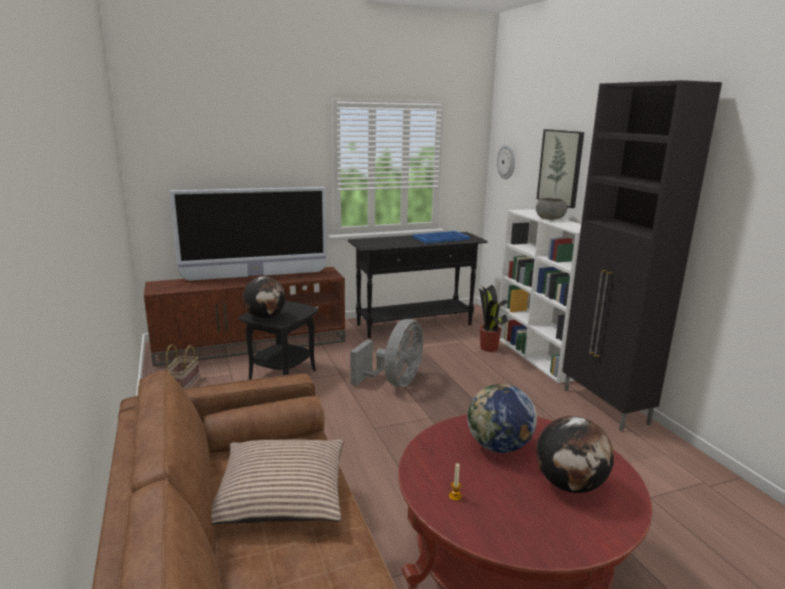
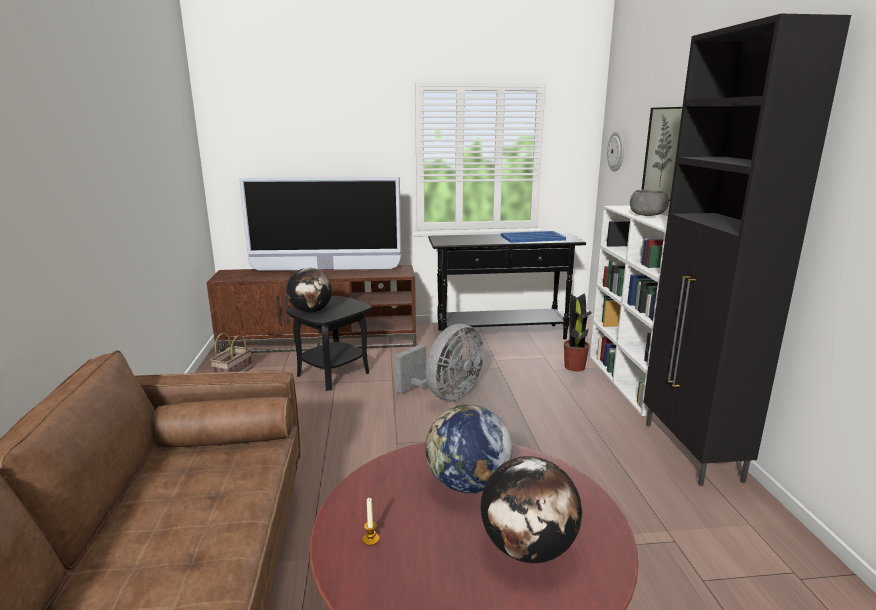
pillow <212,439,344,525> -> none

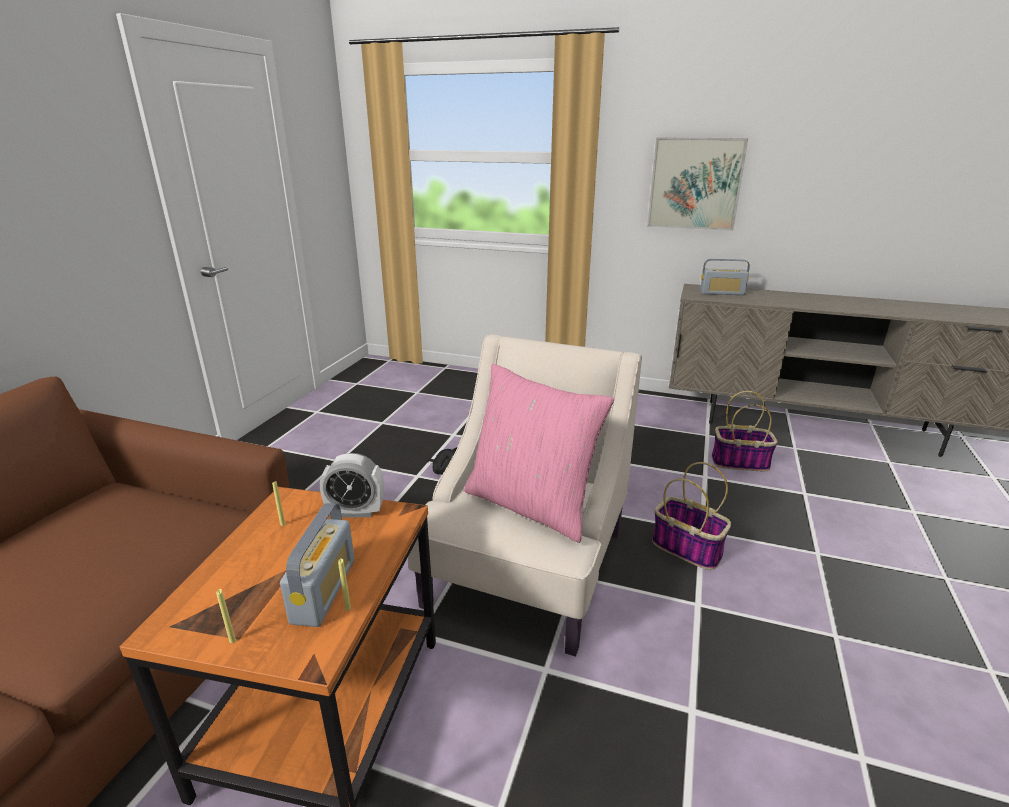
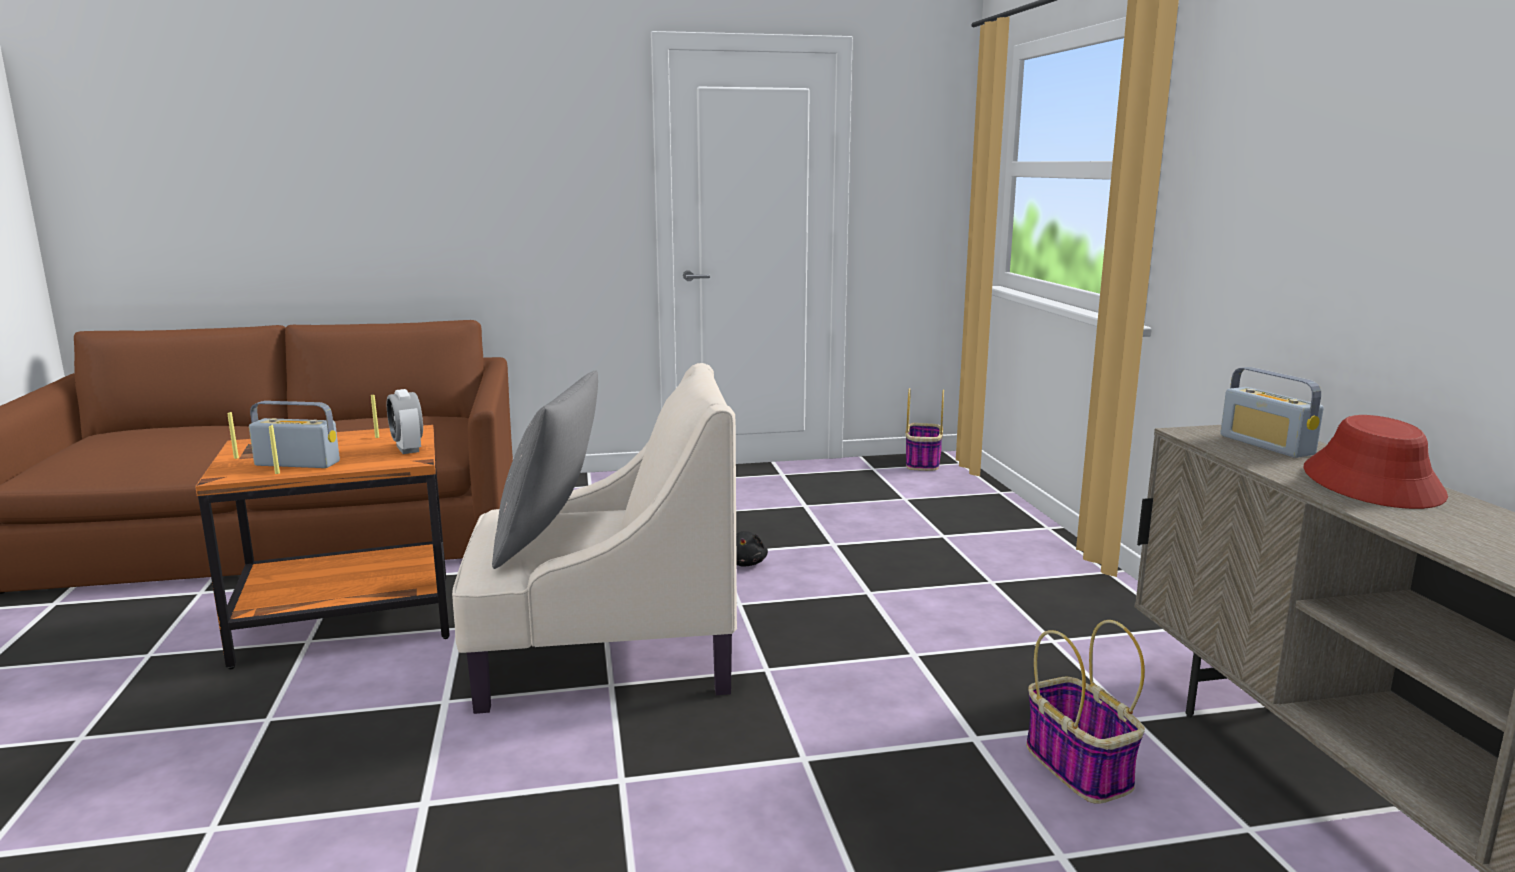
picture <647,138,748,231> -> none
pink_pillow <464,364,614,543> -> grey_pillow <492,370,598,569>
basket <652,462,731,570> -> basket <905,388,944,471>, move
radio <280,503,355,627> -> radio <249,401,340,468>, 150 degrees counterclockwise
none -> red_hat <1303,415,1448,509>

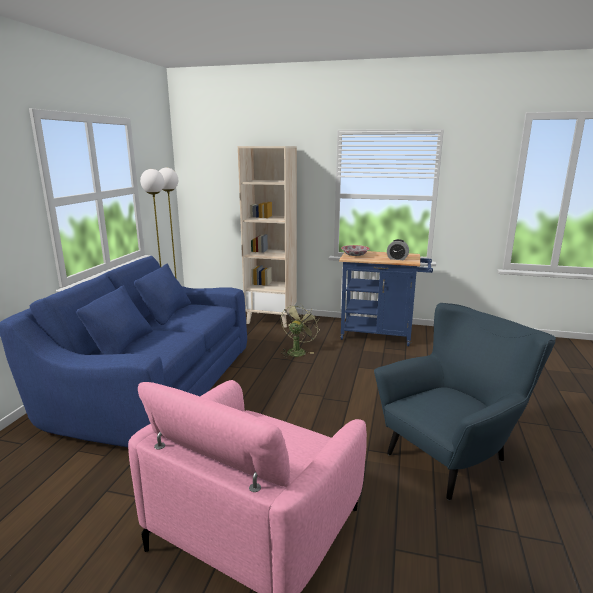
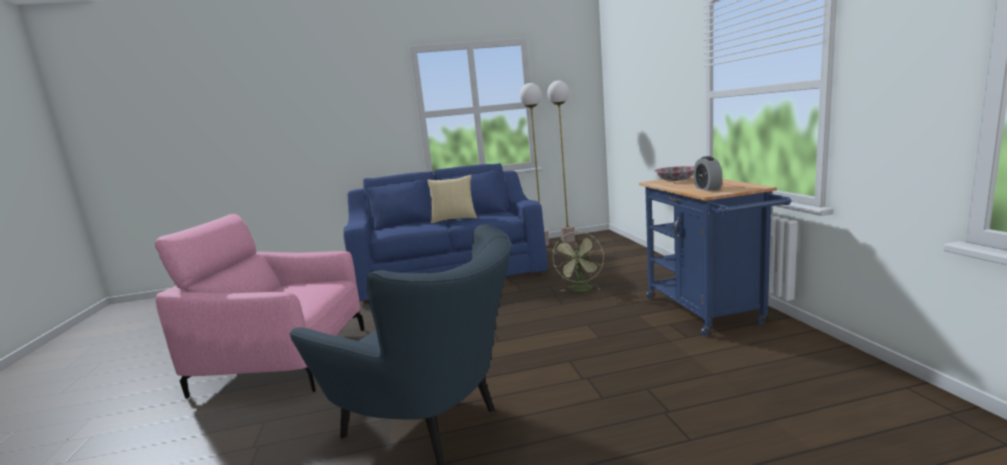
beige_bookcase <238,146,297,328> -> none
green_fan <281,303,320,358> -> green_fan <552,231,604,292>, 105 degrees clockwise
none -> pillow <427,175,477,224>

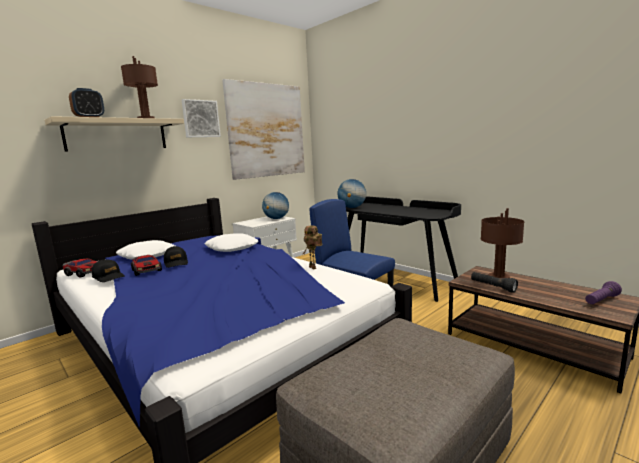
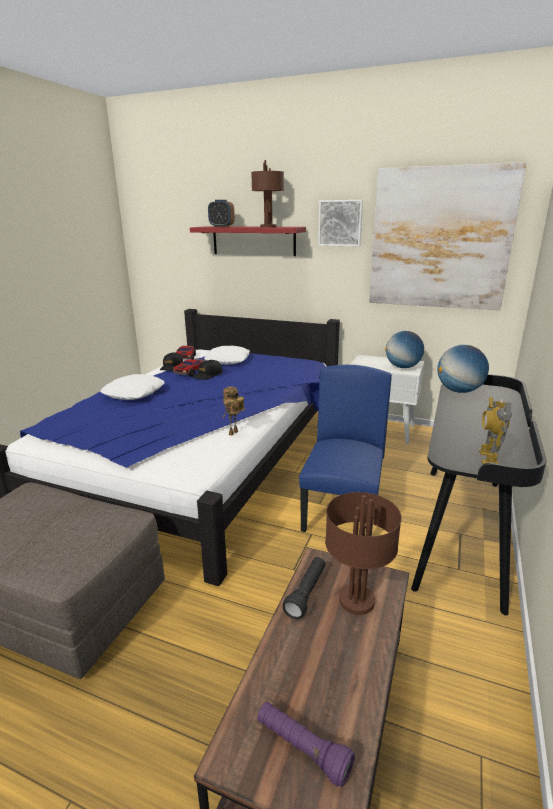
beige_shelf <45,116,184,152> -> red_shelf <190,226,306,256>
white_pillow <205,233,258,252> -> white_pillow <100,374,164,400>, move
none -> toy_robot <479,397,512,464>

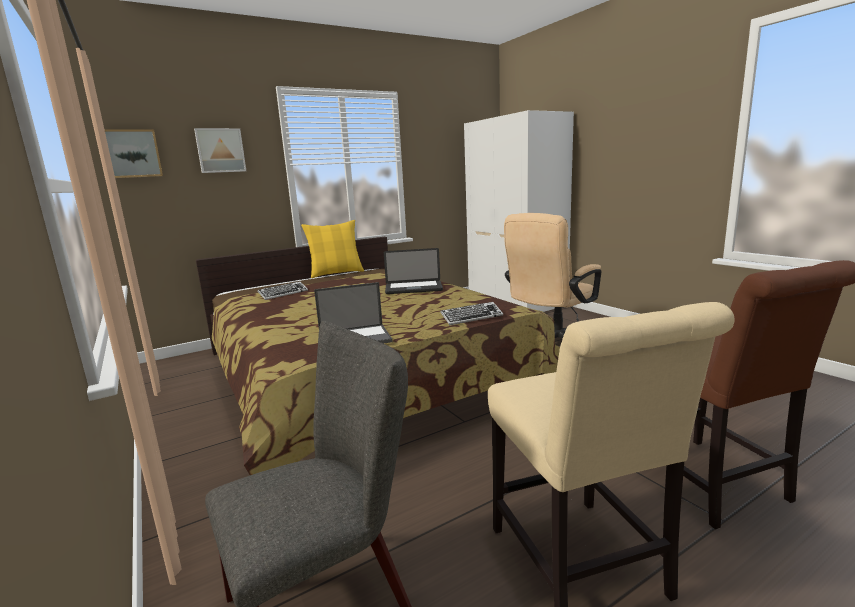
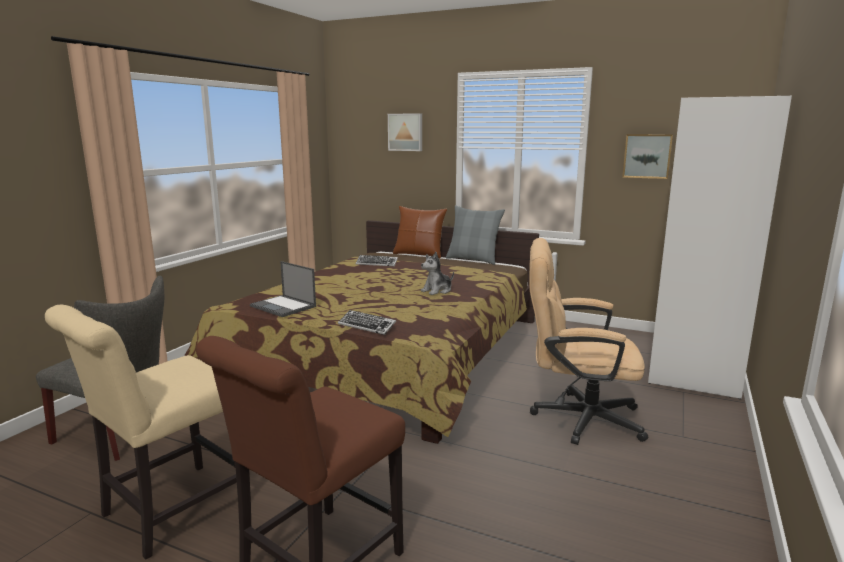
picture <104,129,163,178> -> picture <623,134,673,179>, move
yellow_pillow <301,220,364,278> -> grey_pillow <446,206,505,265>
laptop <384,248,443,294> -> plush_toy <421,252,454,295>
none -> brown_pillow <393,206,447,258>

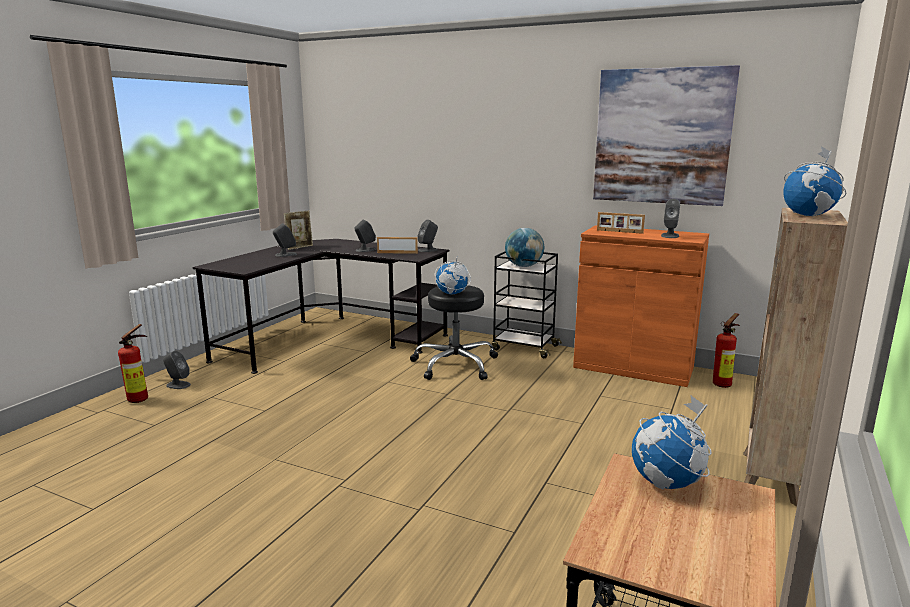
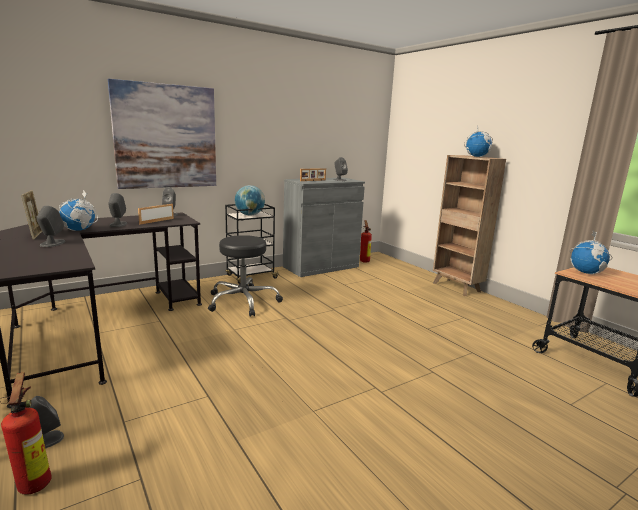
picture <593,65,740,206> -> picture <108,79,216,189>, move
orange_cabinet <573,225,709,387> -> grey_cabinet <283,178,365,277>
globe <435,258,471,294> -> globe <59,190,98,231>, move

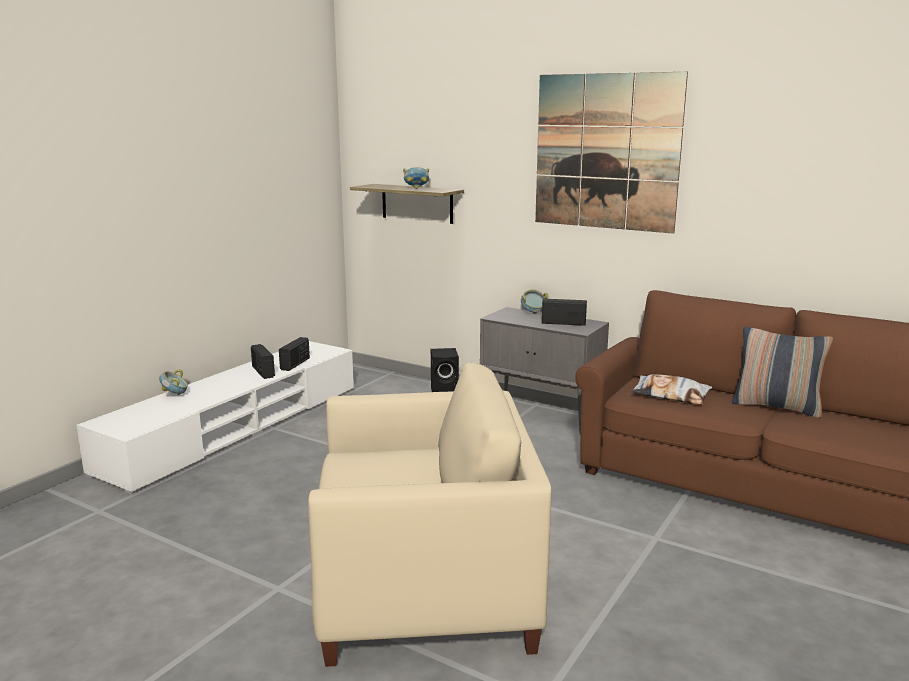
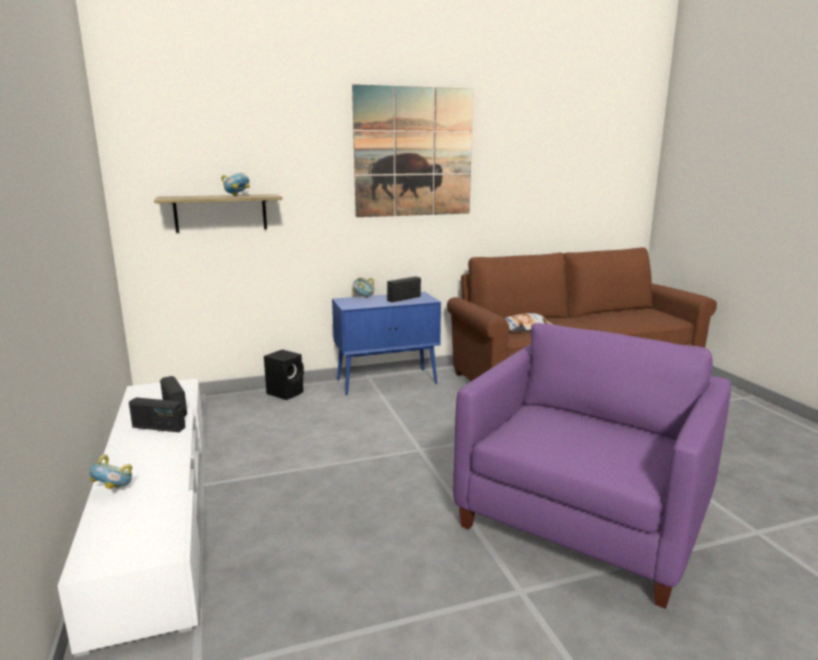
grey_cabinet <480,307,609,434> -> blue_cabinet <332,292,441,395>
pillow <732,326,833,418> -> none
beige_armchair <308,363,552,667> -> purple_armchair <453,323,731,609>

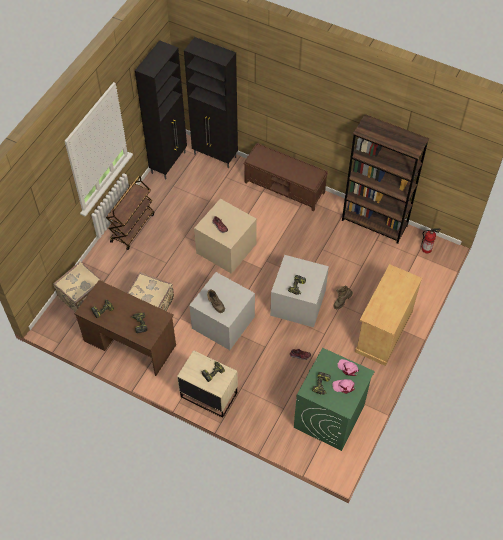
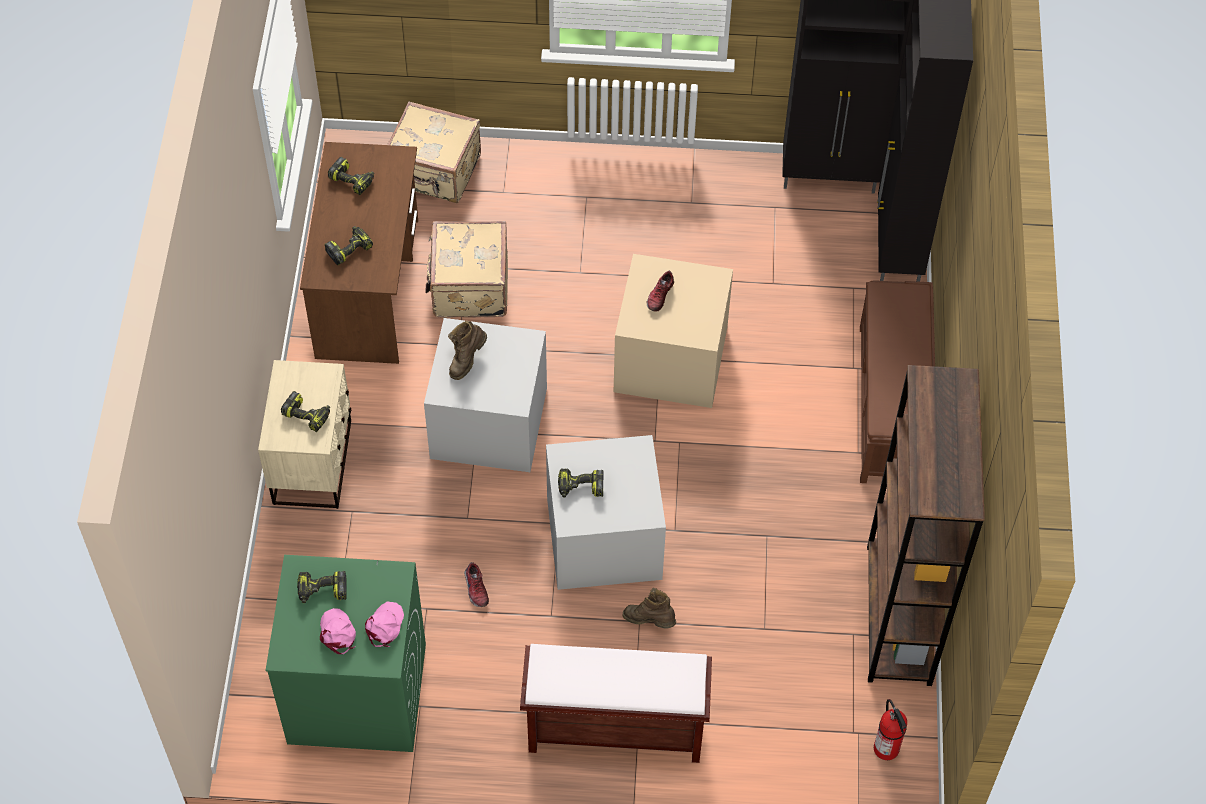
brown_cart <106,176,154,250> -> none
beige_cabinet <355,264,422,366> -> brown_bench <520,644,712,763>

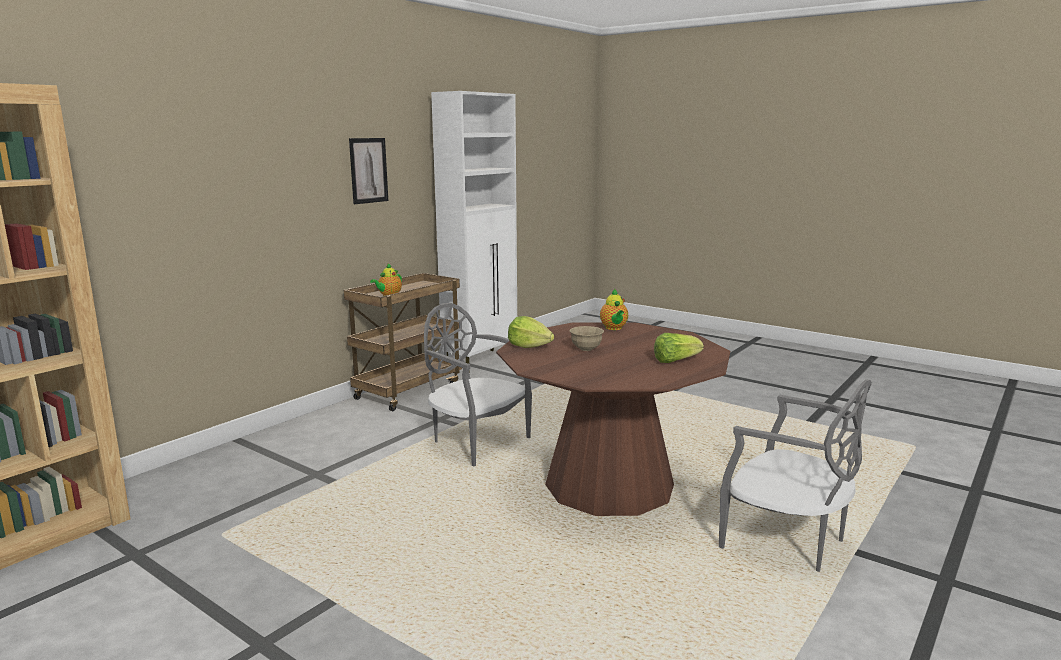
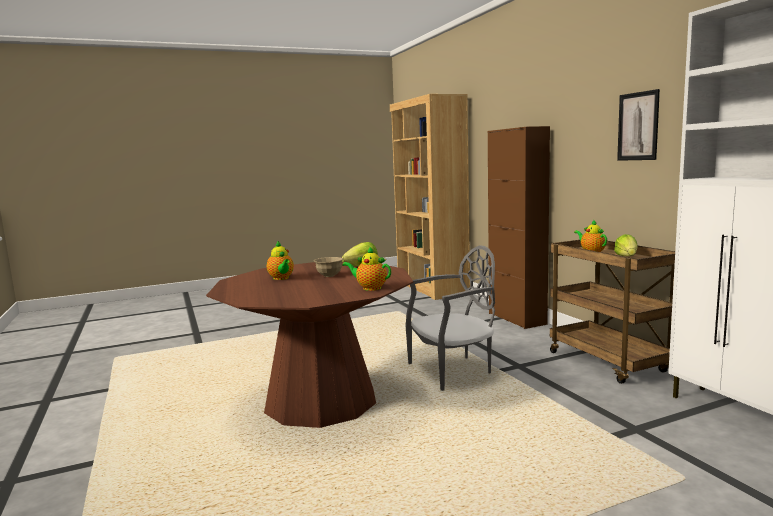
lettuce <654,333,704,363> -> lettuce <614,234,638,256>, move
grey_chair <719,379,872,572> -> none
none -> brown_cabinet <488,126,550,329>
none -> teapot <266,241,294,280>

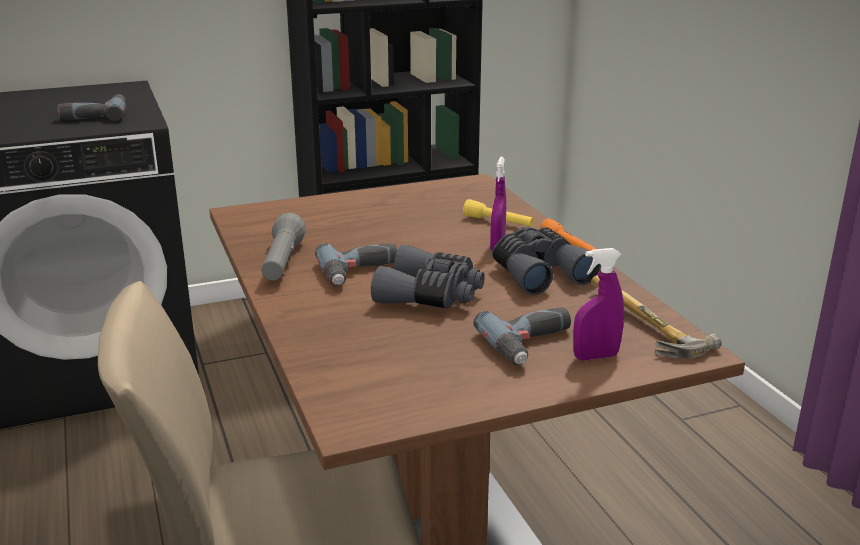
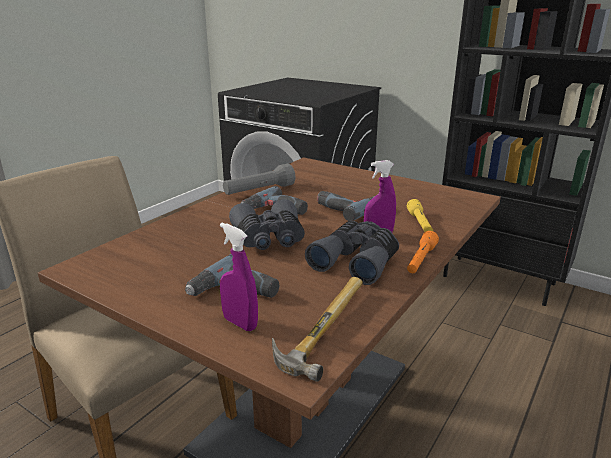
power_drill <57,94,126,121> -> power_drill <317,191,375,221>, move

